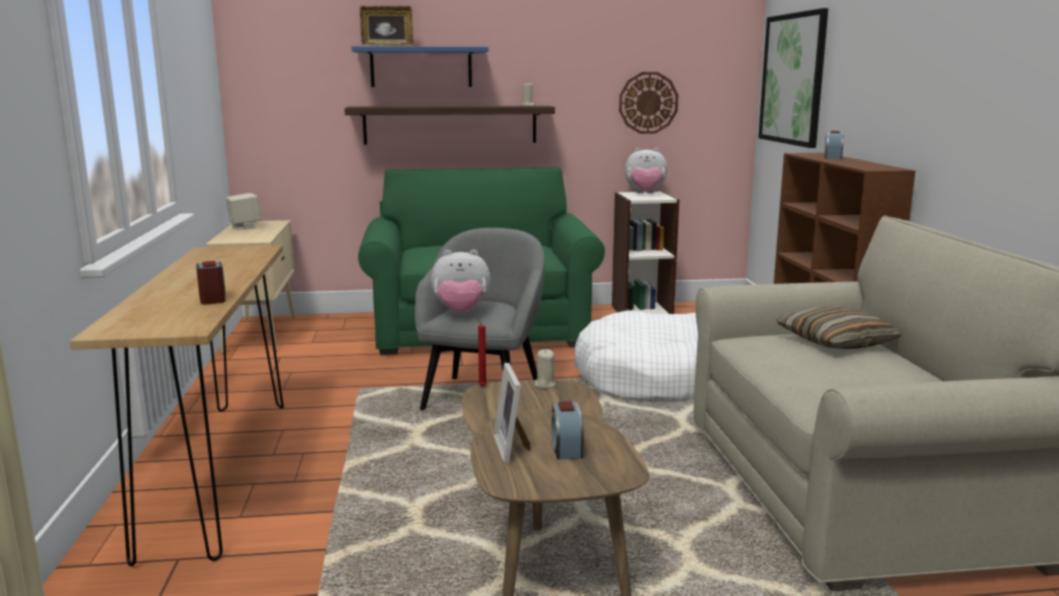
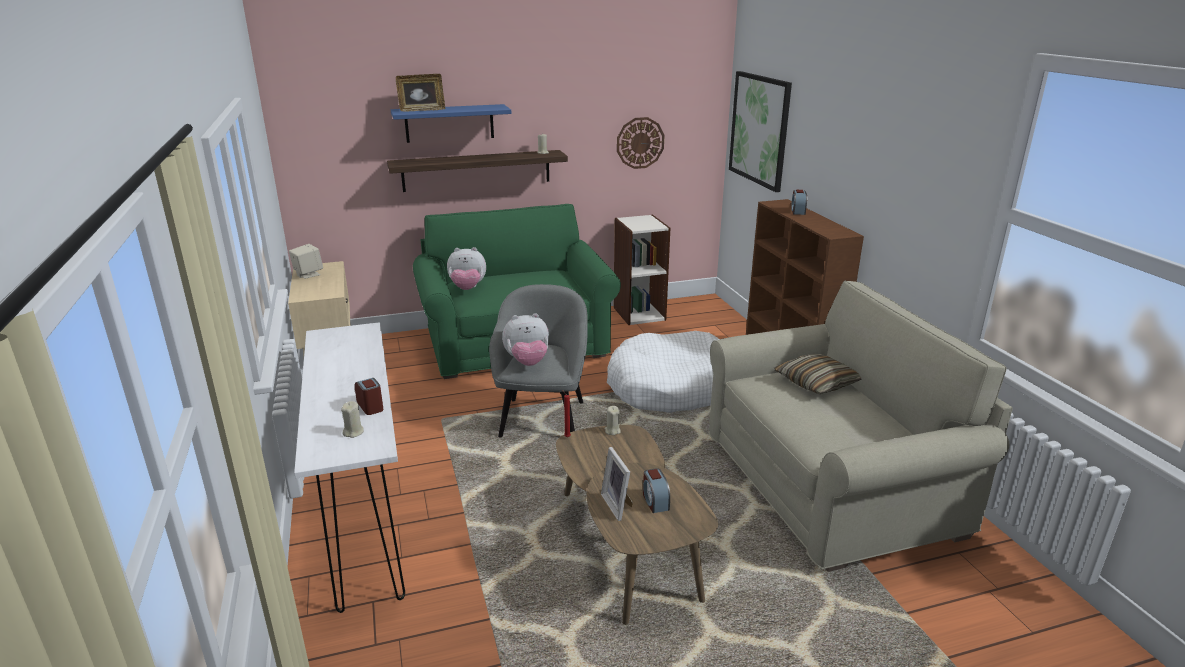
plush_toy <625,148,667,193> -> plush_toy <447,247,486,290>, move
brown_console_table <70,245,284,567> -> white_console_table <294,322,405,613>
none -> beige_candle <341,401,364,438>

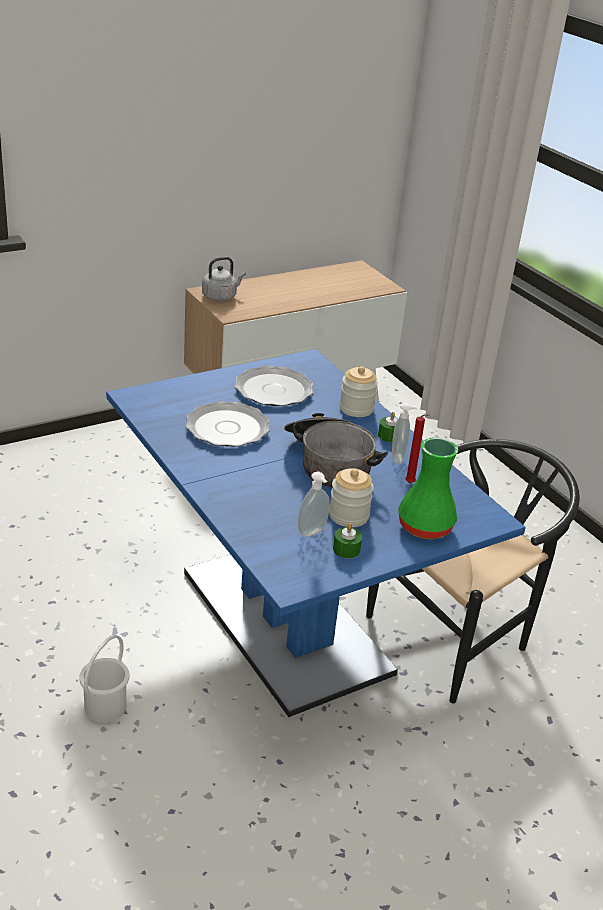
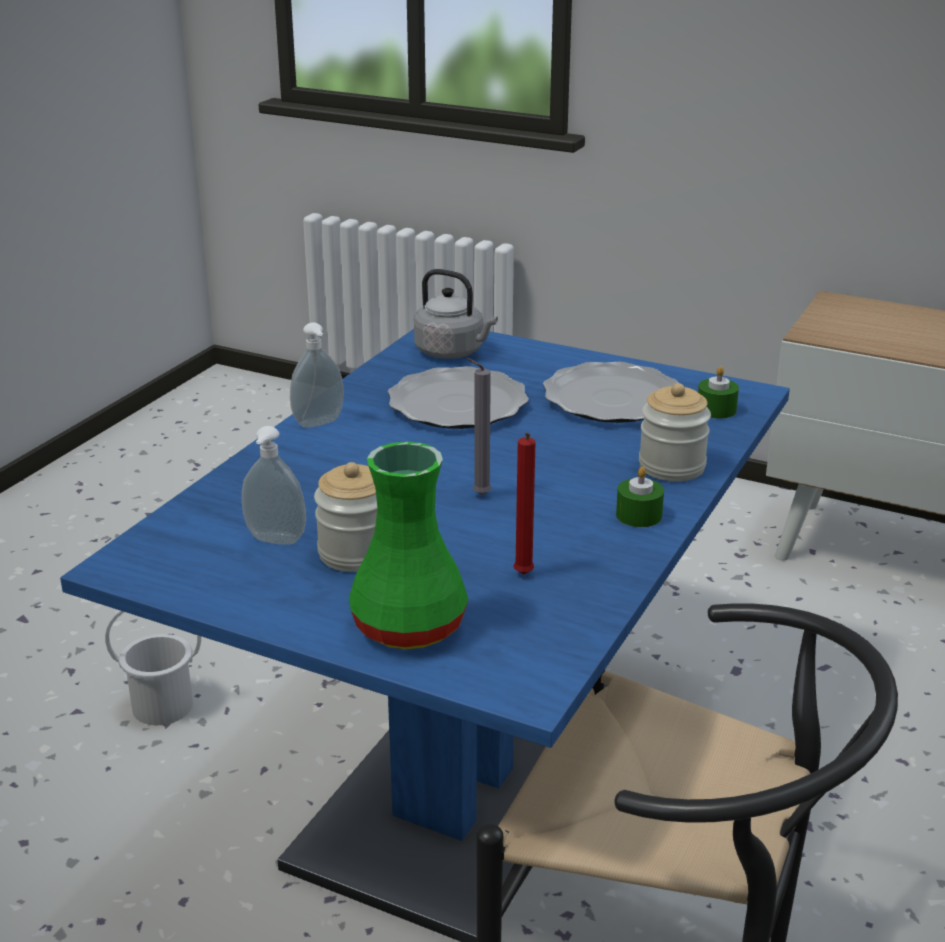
grey_kettle <202,257,246,301> -> grey_kettle <414,269,498,359>, move
soap_dispenser <392,403,418,464> -> soap_dispenser <290,322,344,427>, move
cooking_pot <284,413,388,488> -> grey_candle <466,358,491,495>
green_candle <333,523,362,559> -> green_candle <698,366,739,419>, move

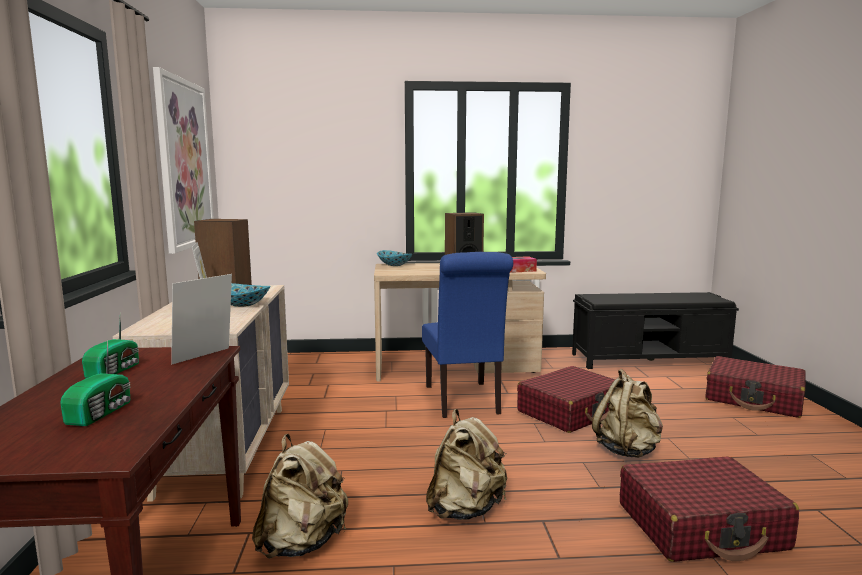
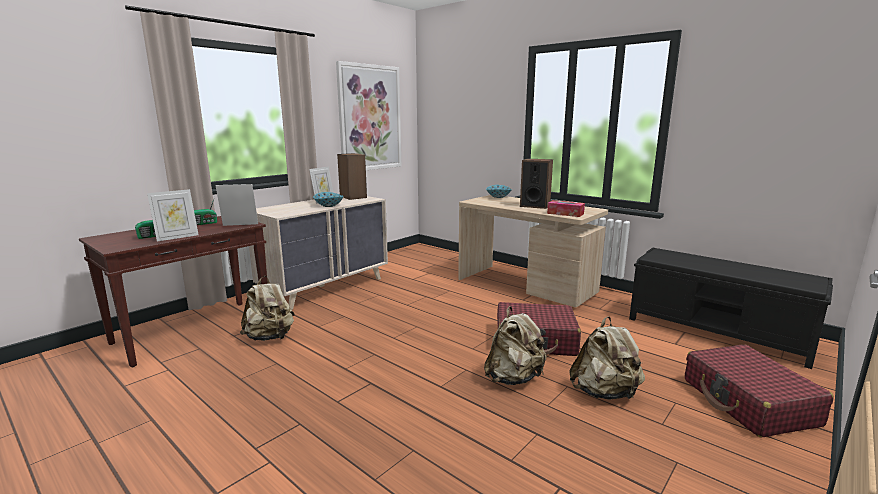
blue_chair <422,252,513,418> -> none
beige_backpack <426,409,507,520> -> beige_backpack <569,316,645,400>, move
red_suitcase <620,456,799,562> -> none
none -> picture_frame <147,189,199,241>

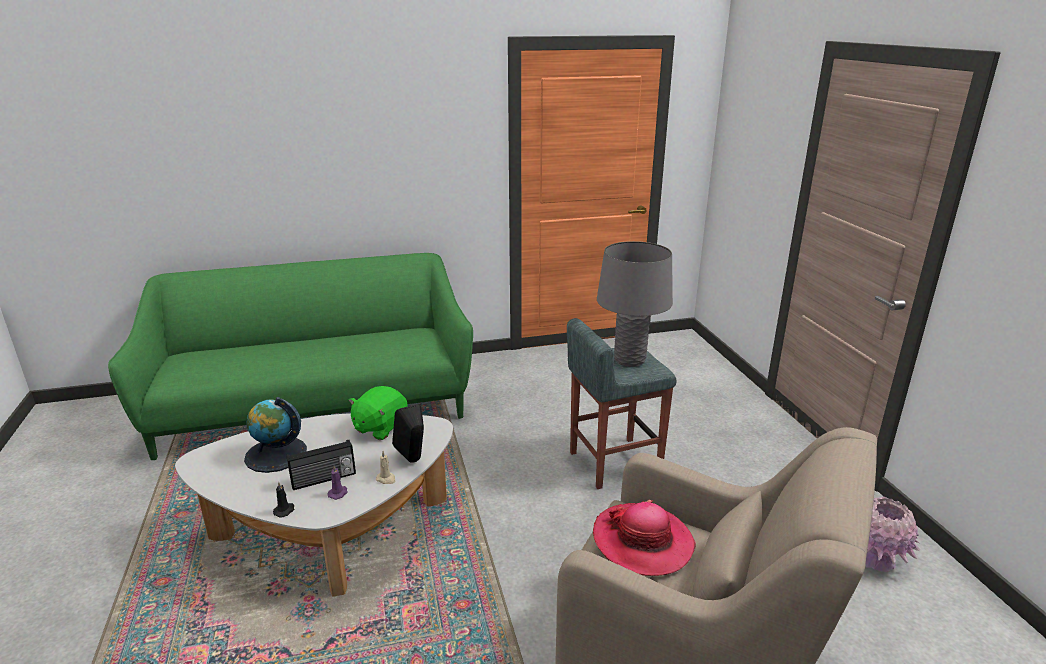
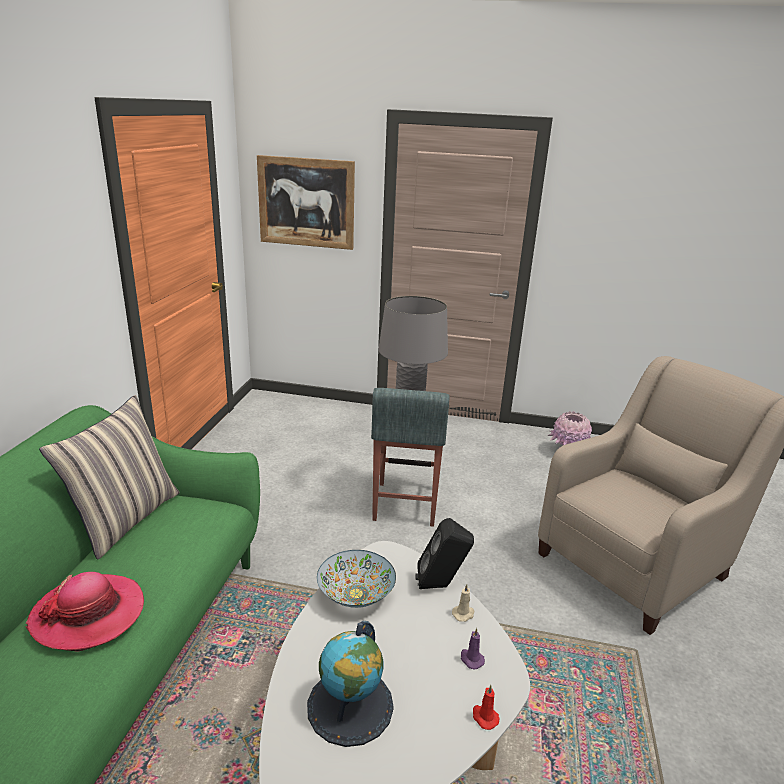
green_plush_toy <349,386,407,440> -> bowl <317,550,396,608>
radio <286,440,356,490> -> none
black_candle <273,482,294,518> -> red_candle <473,685,499,730>
hat <593,500,696,576> -> hat <25,572,144,652>, move
none -> picture <257,155,355,250>
none -> pillow <39,395,179,559>

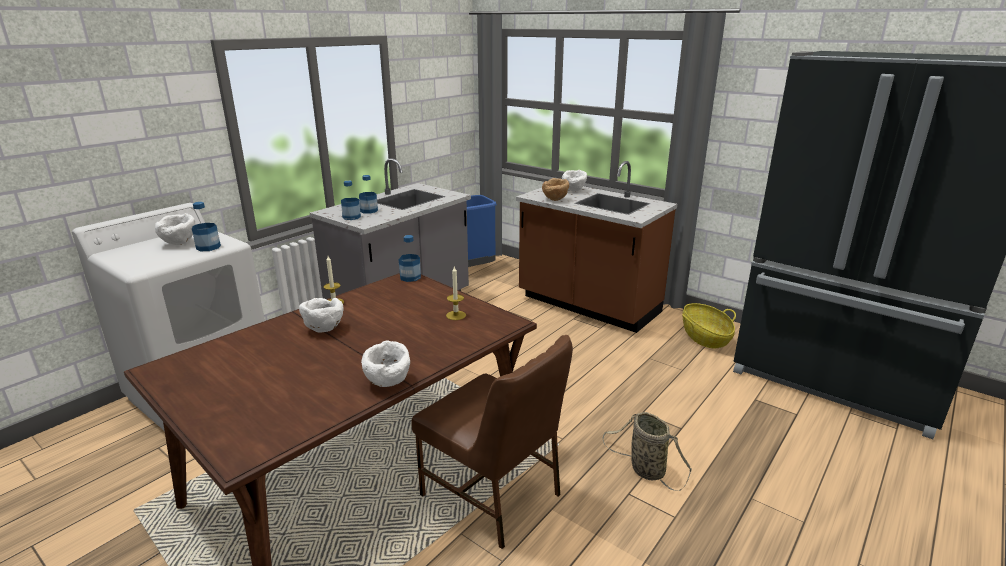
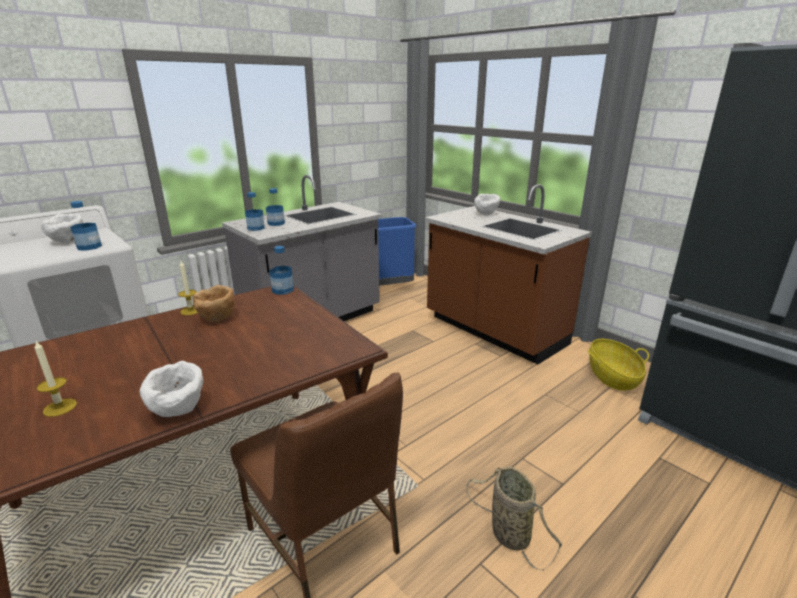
brown_bowl <542,178,569,201> -> brown_bowl <193,285,235,322>, move
candle <446,267,466,320> -> candle <34,341,77,417>, move
white_bowl <299,298,343,333> -> none

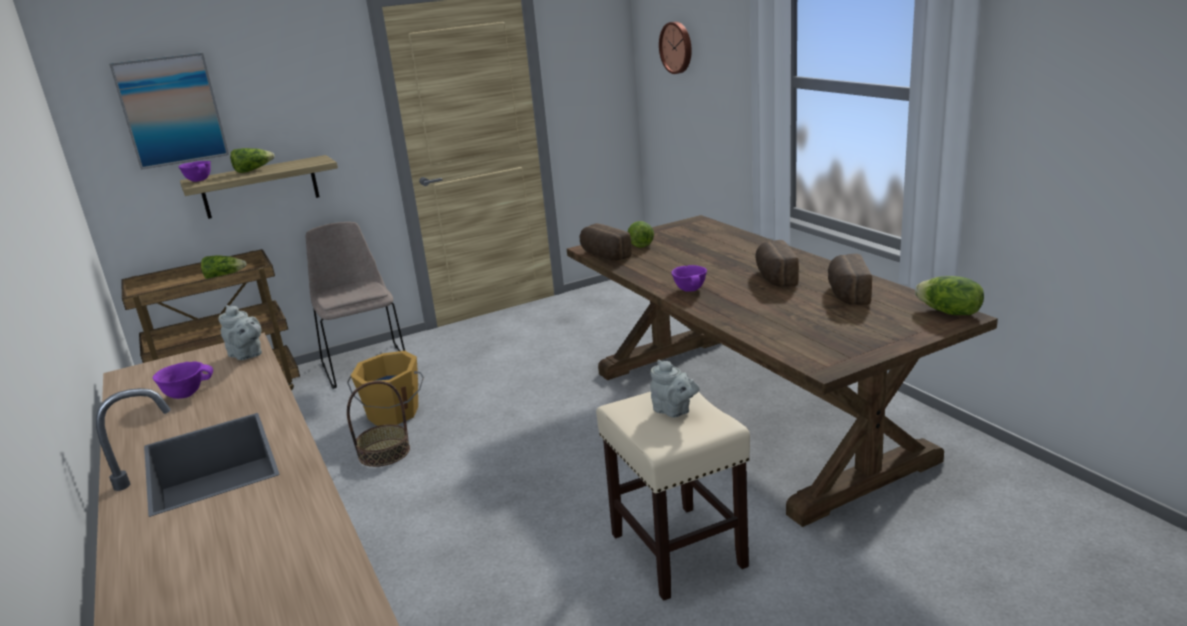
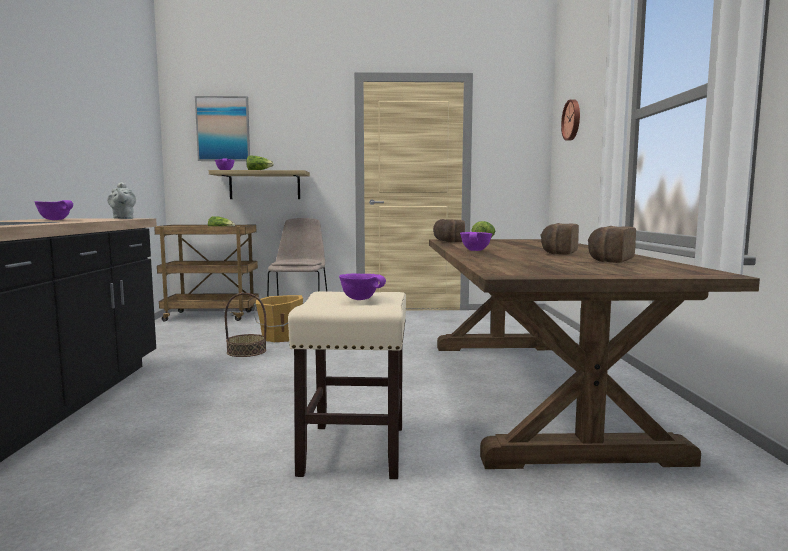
lettuce <915,276,984,315> -> none
grey_teapot <650,360,700,417> -> purple_bowl <339,274,386,300>

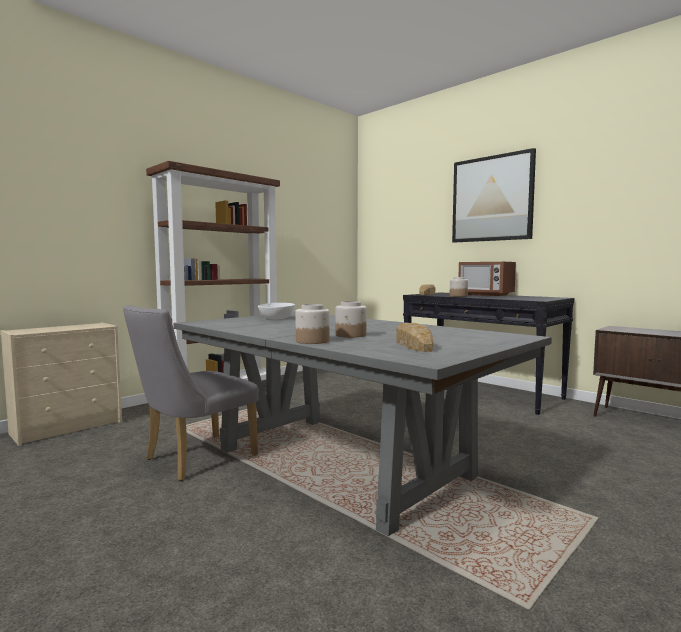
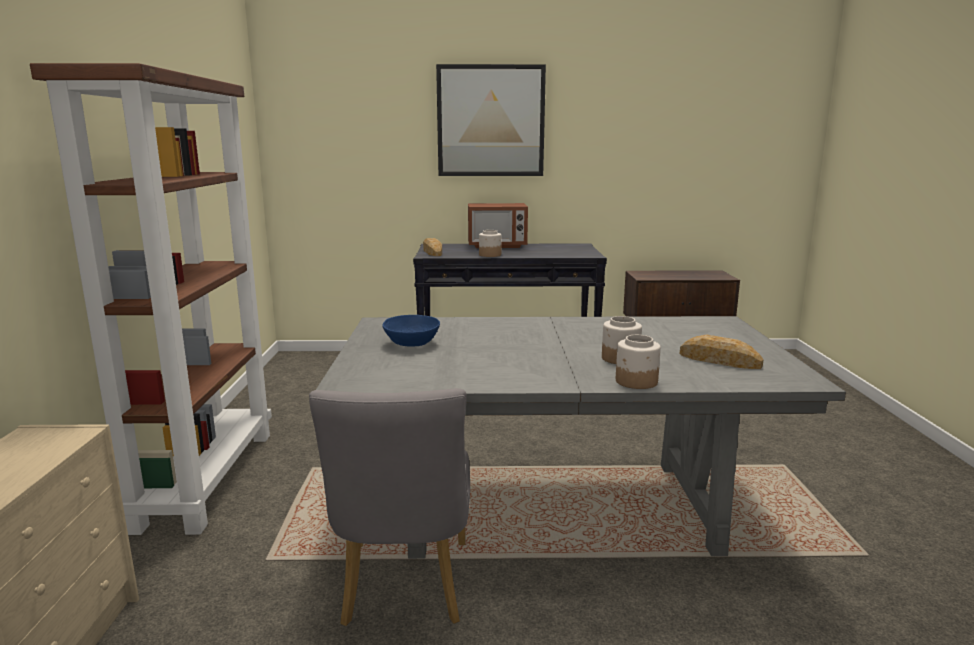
white_bowl <258,303,296,319> -> blue_bowl <382,315,440,347>

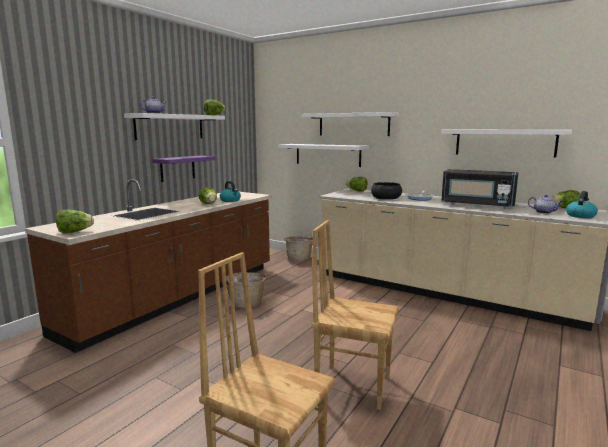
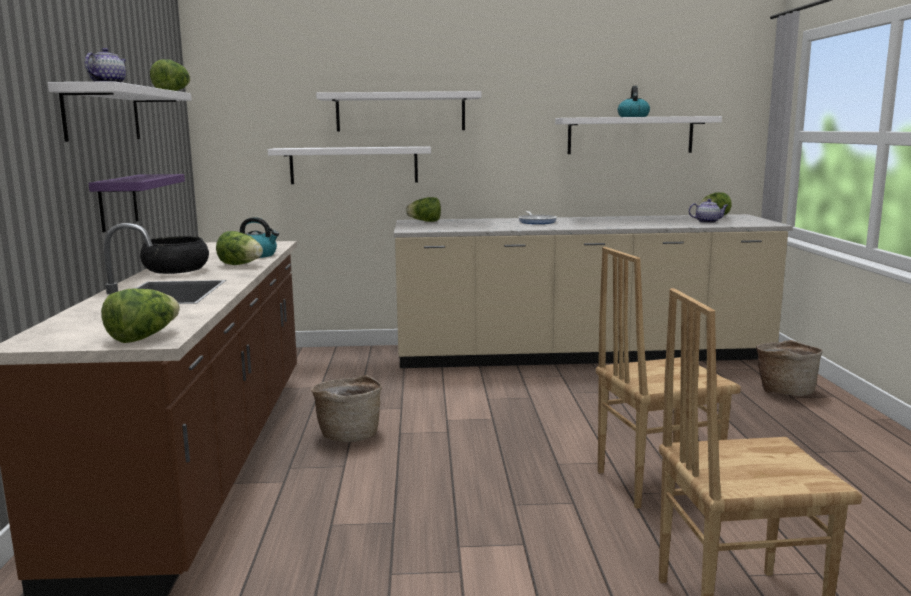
black_microwave <441,169,518,209> -> none
black_bowl <371,182,402,200> -> black_bowl <140,236,209,274>, move
kettle <566,191,598,218> -> kettle <618,86,650,117>, move
basket <284,236,313,261> -> basket <756,340,822,396>, move

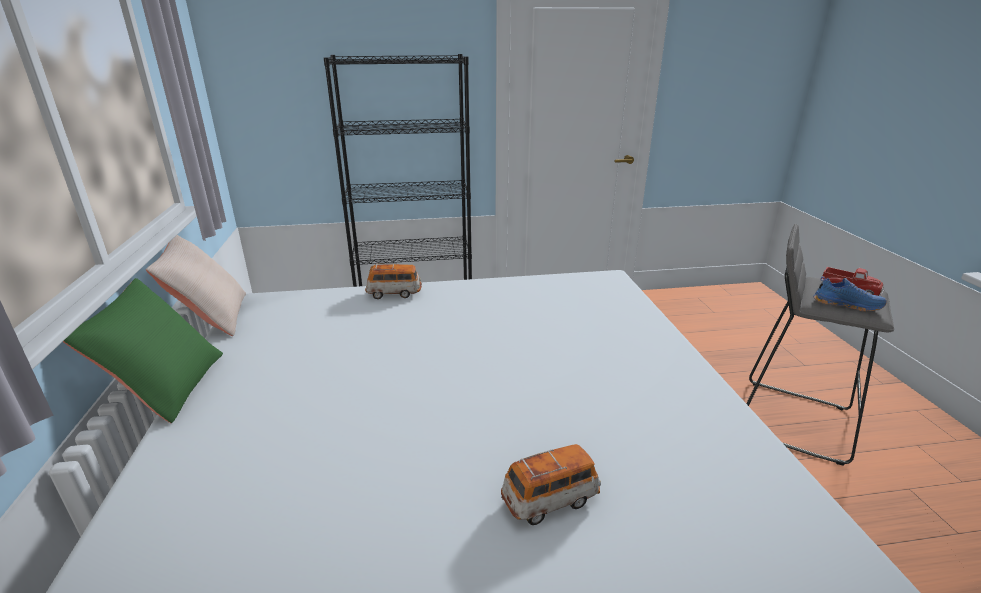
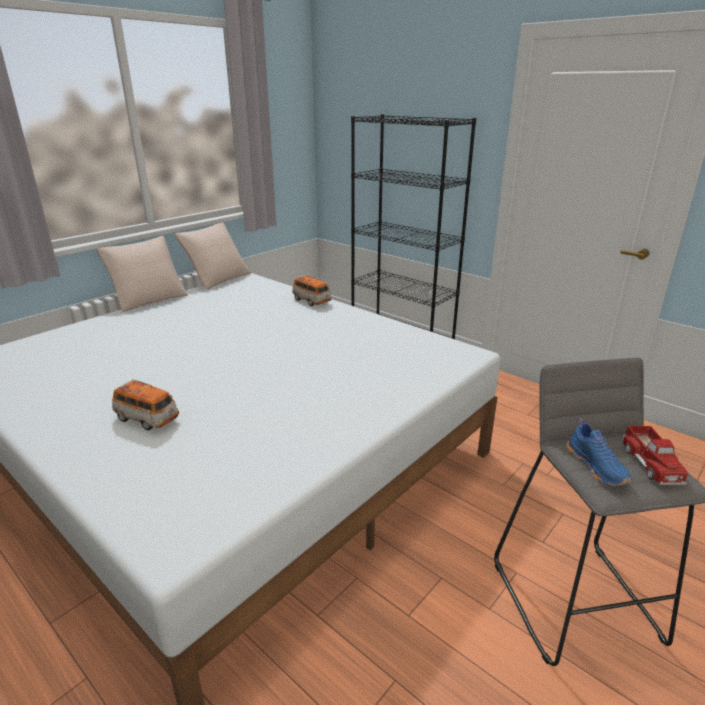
green_pillow <63,278,223,423> -> beige_pillow <96,236,188,312>

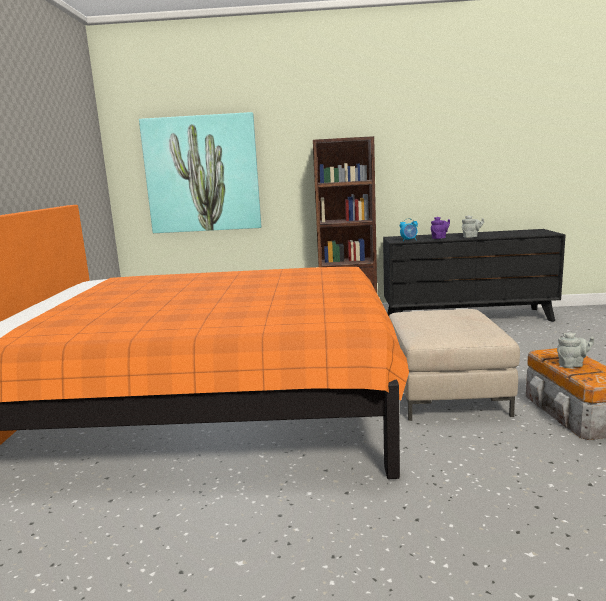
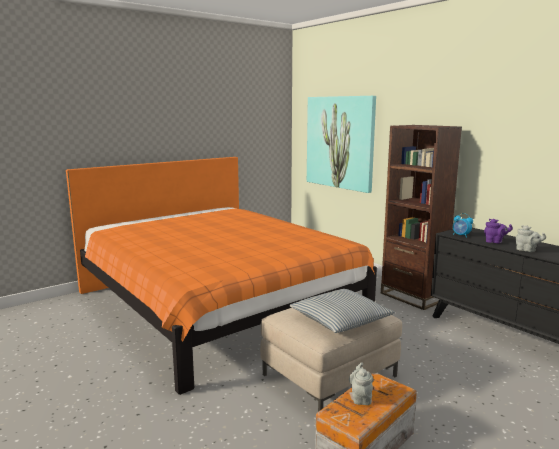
grey_teapot <557,332,594,368> -> grey_teapot <349,362,373,405>, 135 degrees counterclockwise
none -> pillow <289,289,395,333>

